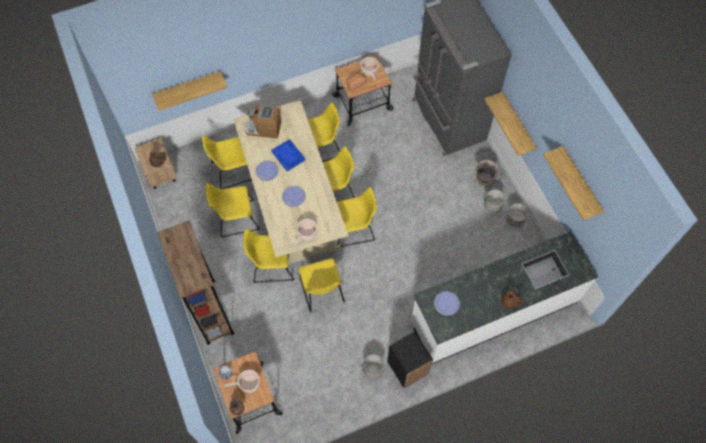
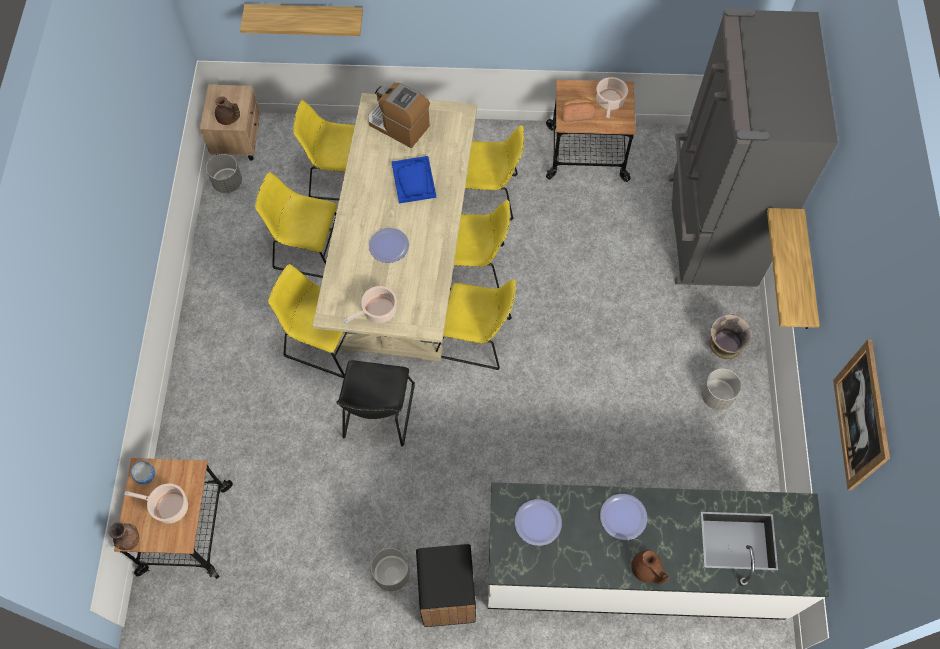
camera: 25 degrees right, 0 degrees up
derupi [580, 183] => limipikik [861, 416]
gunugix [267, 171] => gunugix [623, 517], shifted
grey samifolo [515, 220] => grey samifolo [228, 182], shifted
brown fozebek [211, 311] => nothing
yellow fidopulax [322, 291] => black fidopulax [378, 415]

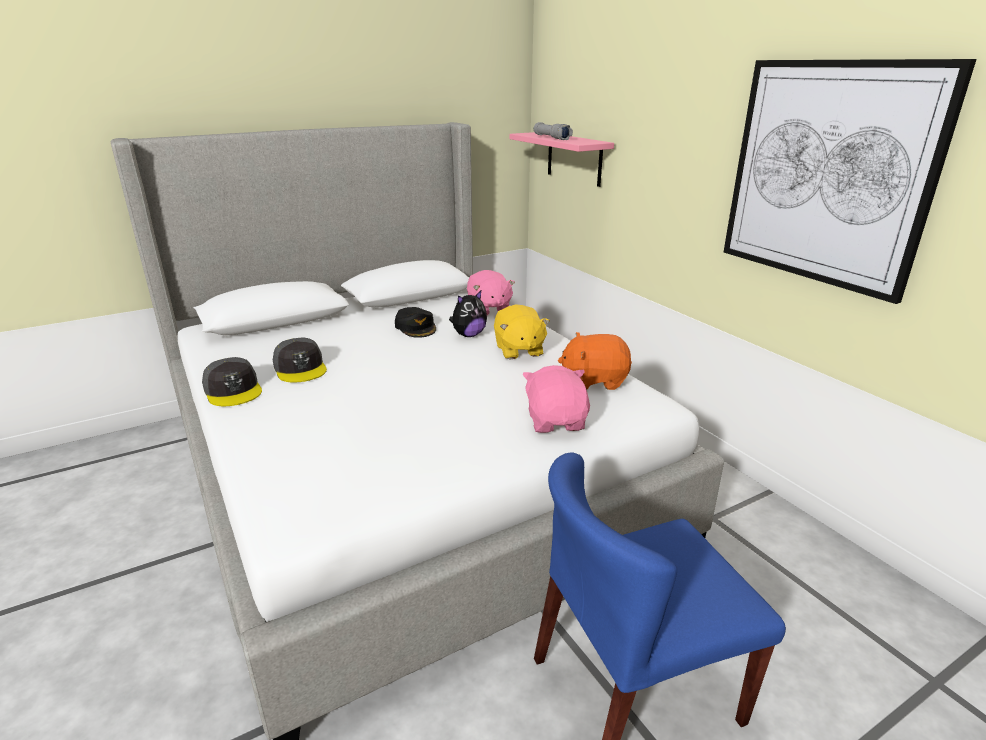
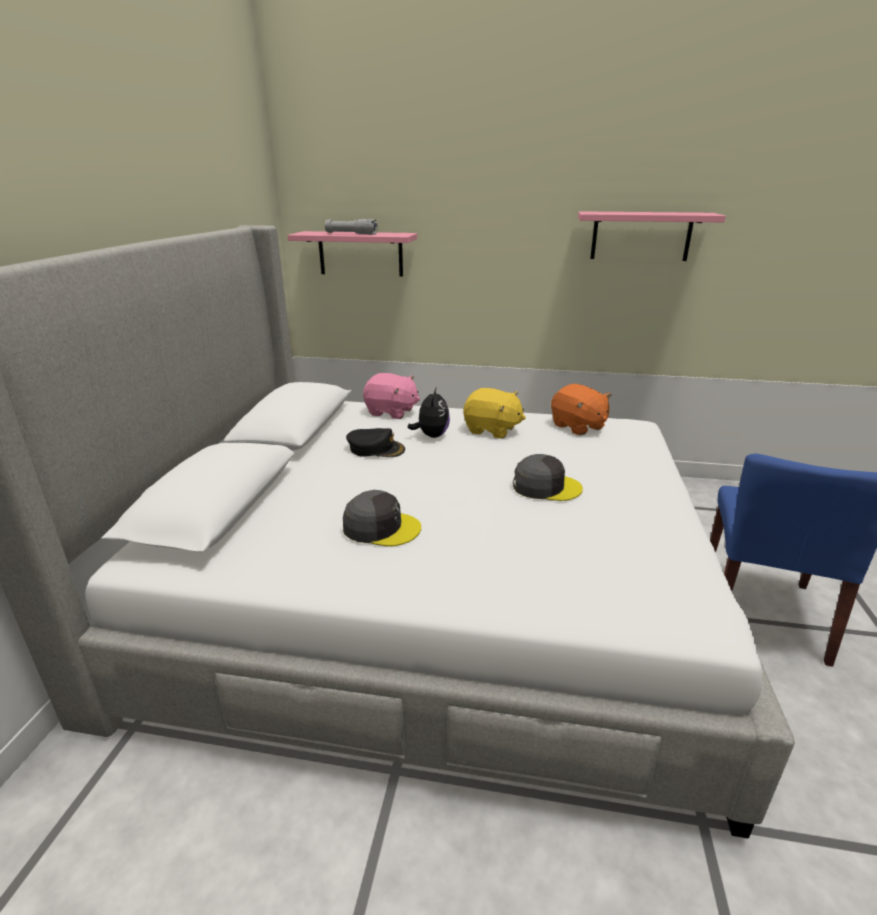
camera: 50 degrees left, 0 degrees up
limipikik [827, 174] => pink derupi [641, 236]
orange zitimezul [595, 380] => orange zitimezul [578, 426], 75 degrees counterclockwise
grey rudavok [233, 390] => grey rudavok [545, 486], shifted
pink zitimezul [556, 421] => nothing

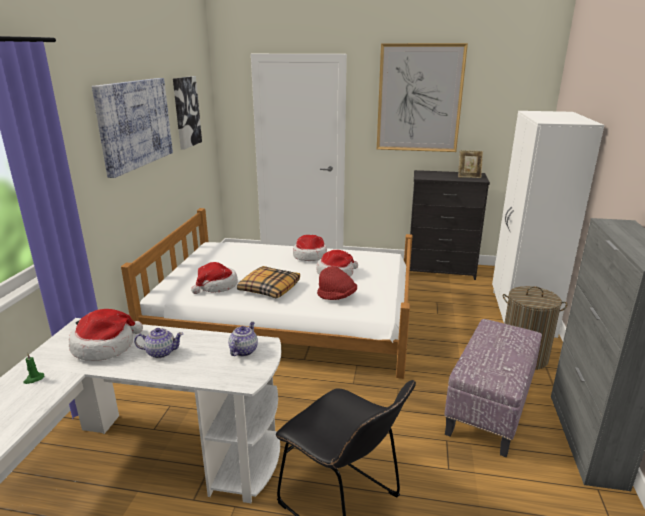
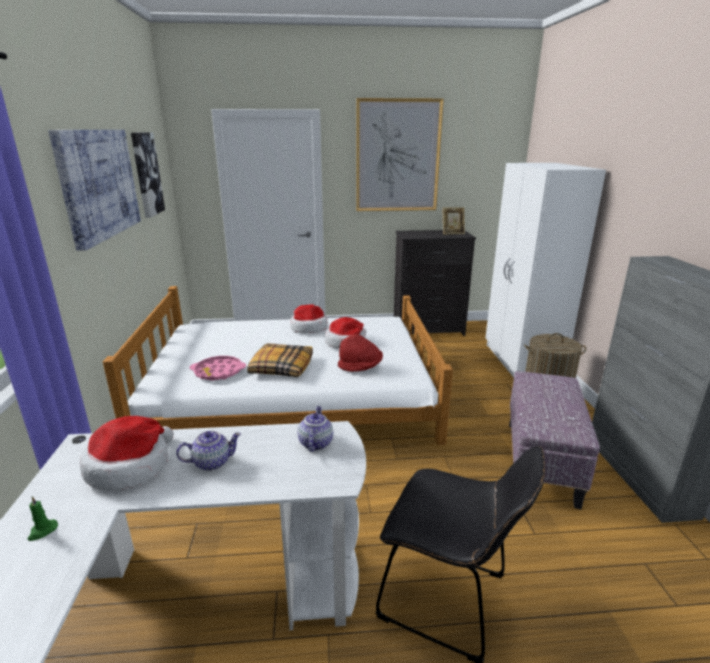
camera: 15 degrees left, 0 degrees up
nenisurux [216, 286] => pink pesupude [218, 372]

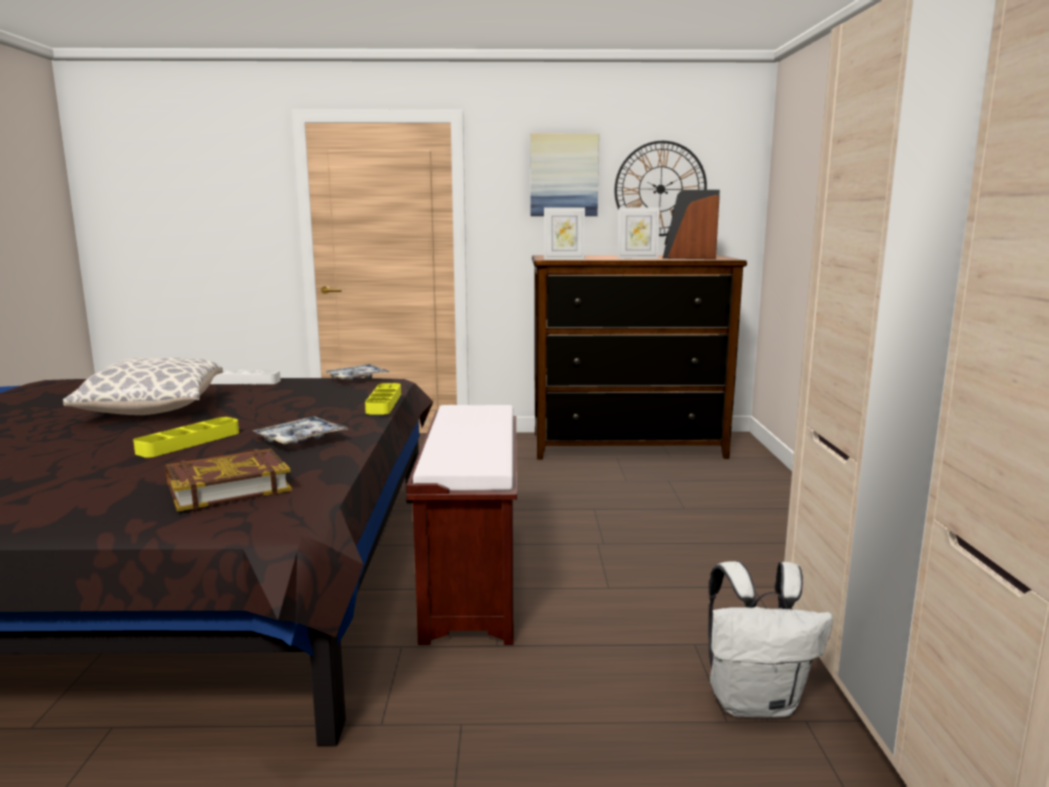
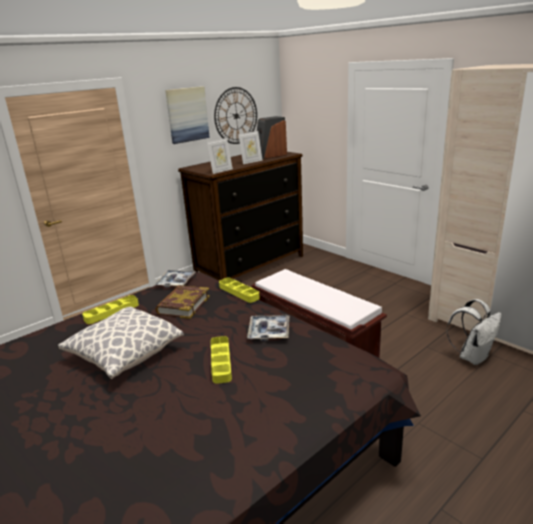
camera: 40 degrees left, 10 degrees up
white pesupude [241, 382] => yellow pesupude [111, 312]
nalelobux [228, 487] => nalelobux [183, 305], shifted

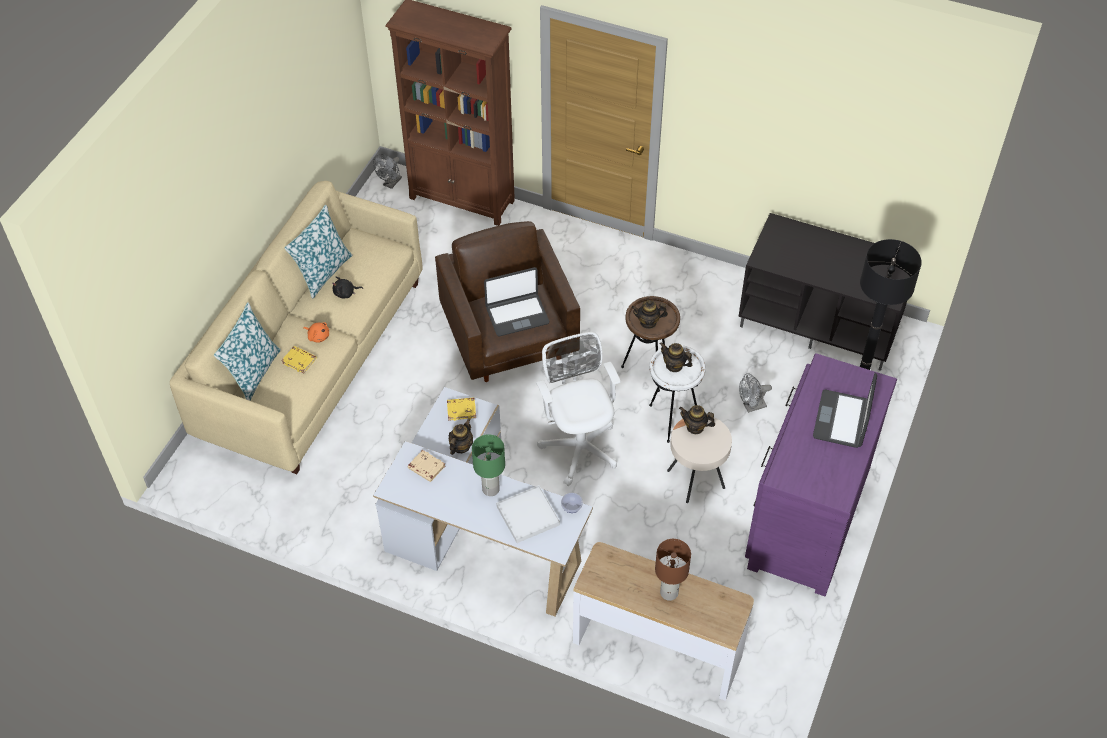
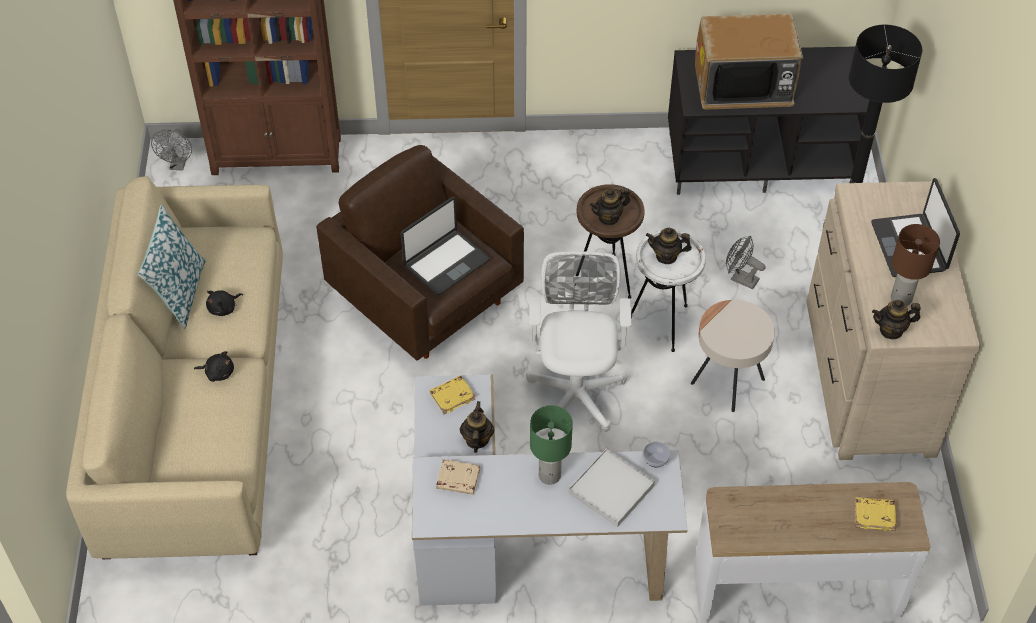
camera: 25 degrees left, 0 degrees up
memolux [253, 372] => nothing
orange zitimezul [318, 336] => black zitimezul [218, 372]
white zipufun [579, 445] => white zipufun [576, 391], 45 degrees clockwise
yellow nalelobux [300, 361] => yellow nalelobux [875, 515], shifted
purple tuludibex [806, 516] => beige tuludibex [867, 377]
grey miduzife [751, 407] => grey miduzife [740, 278], 75 degrees clockwise
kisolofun [695, 427] => kisolofun [891, 330], shifted
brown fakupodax [669, 592] => brown fakupodax [901, 298], shifted
nothing => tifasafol [743, 85]

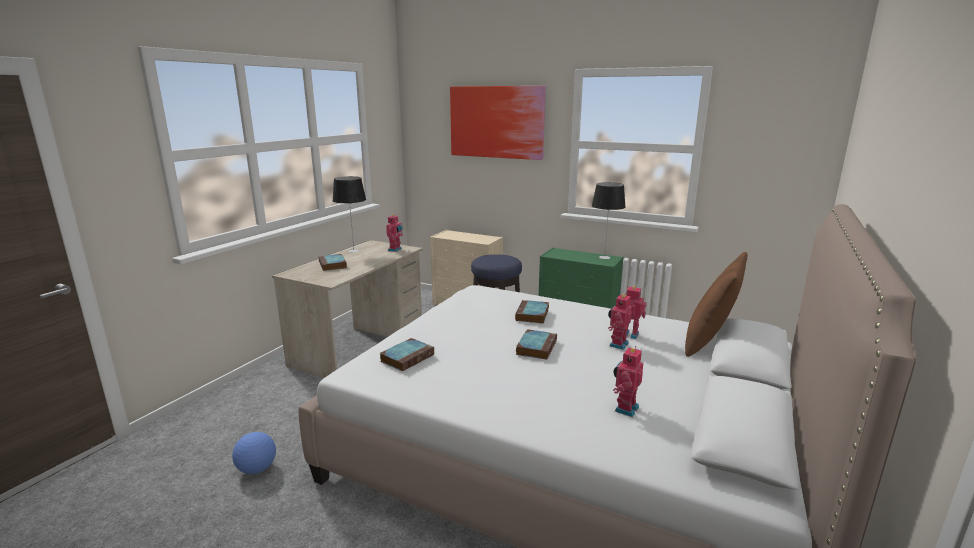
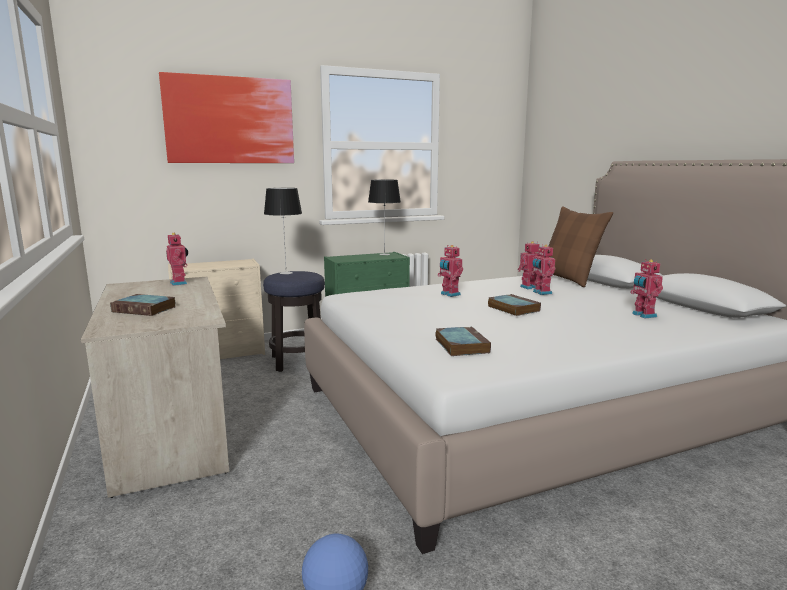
camera: 50 degrees left, 5 degrees down
fakupodax [353, 251] => fakupodax [286, 273], shifted
nalelobux [532, 315] => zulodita [449, 294]

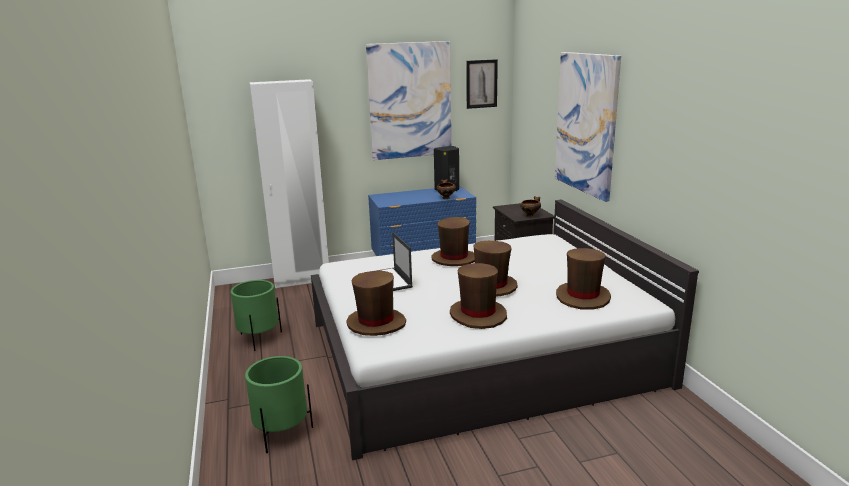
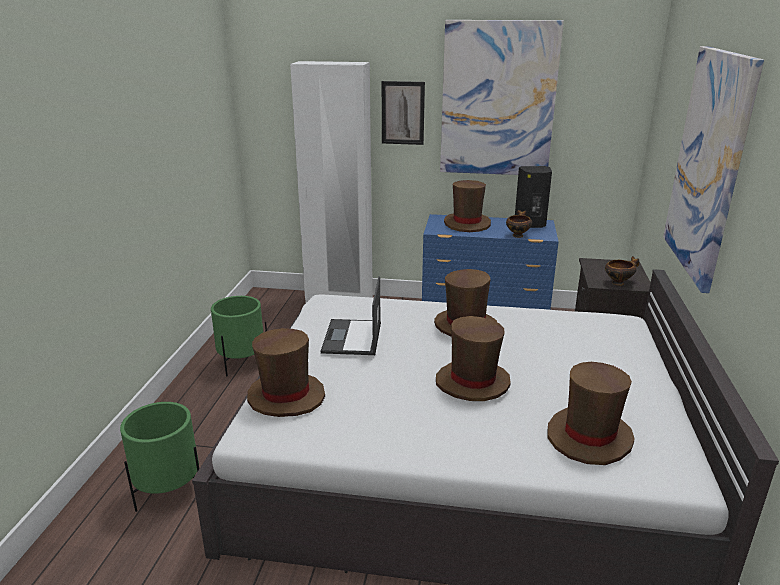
camera: 25 degrees right, 5 degrees up
limipikik [481, 84] => limipikik [403, 113], shifted
brown nenisurux [478, 315] => brown nenisurux [467, 224], shifted

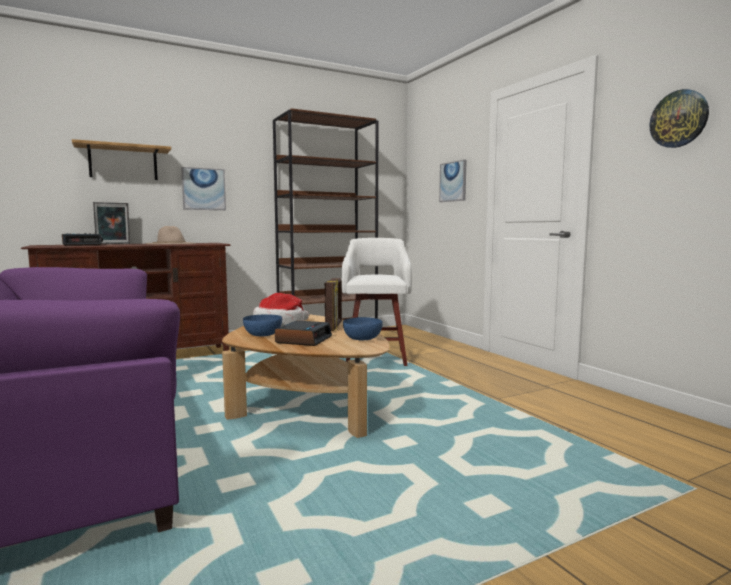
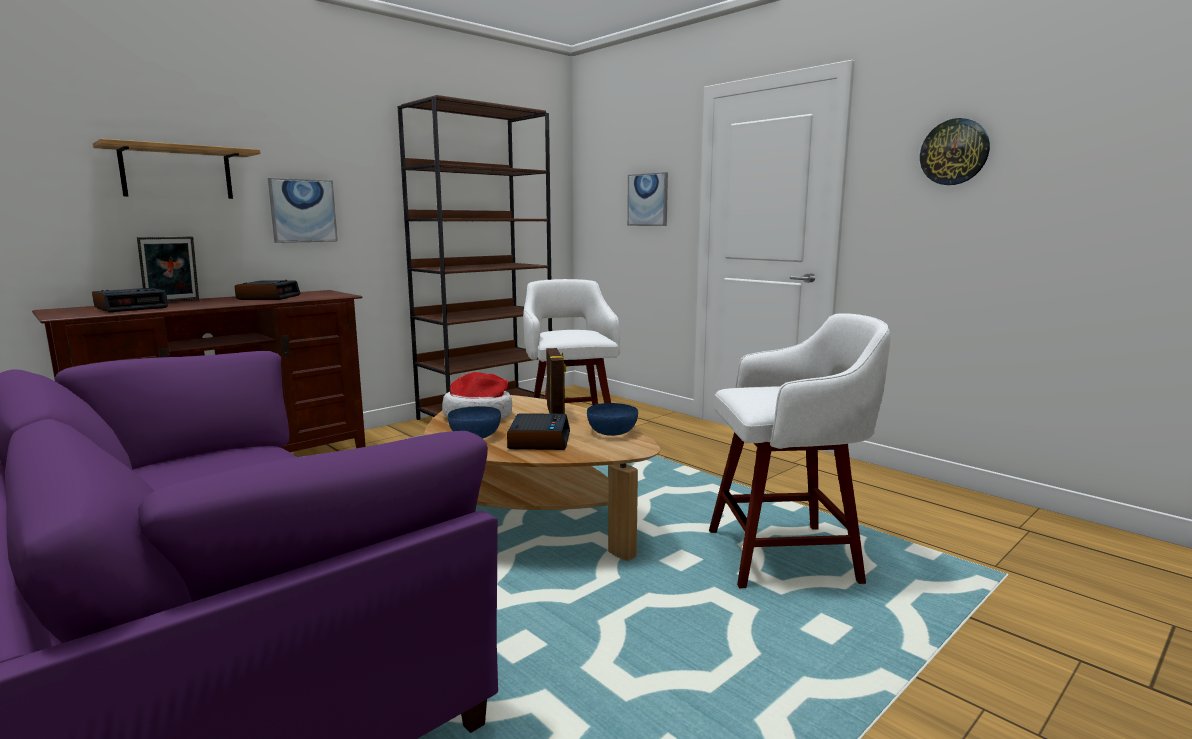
camera: 15 degrees left, 5 degrees up
beige nenisurux [171, 243] => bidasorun [268, 297]
nothing => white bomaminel [787, 556]

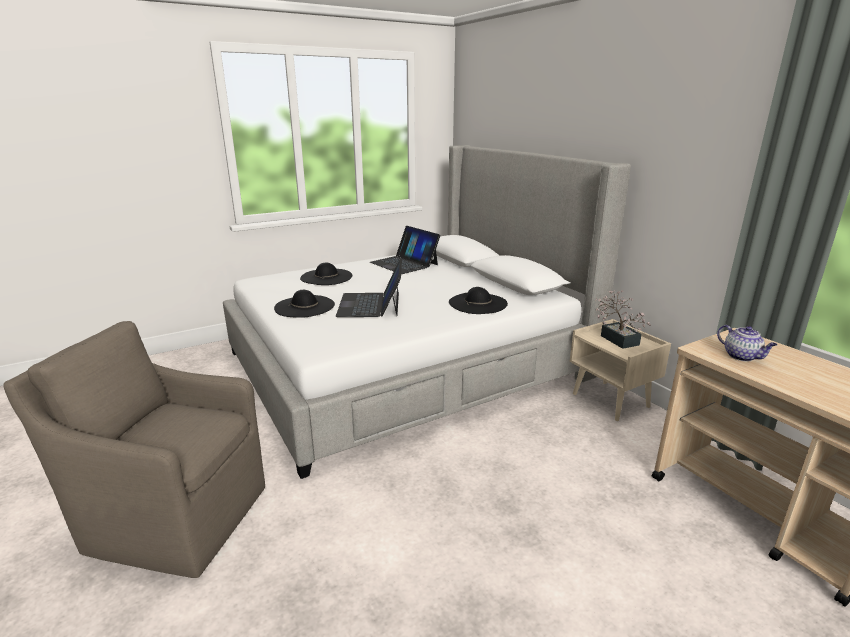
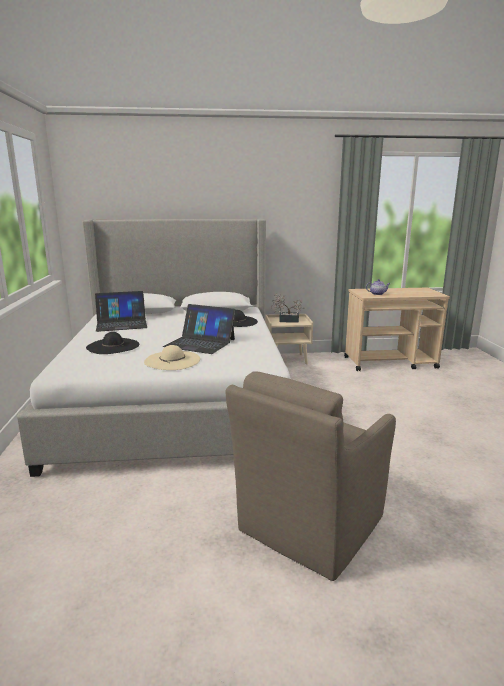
camera: 65 degrees left, 5 degrees down
black nenisurux [305, 306] => beige nenisurux [172, 360]

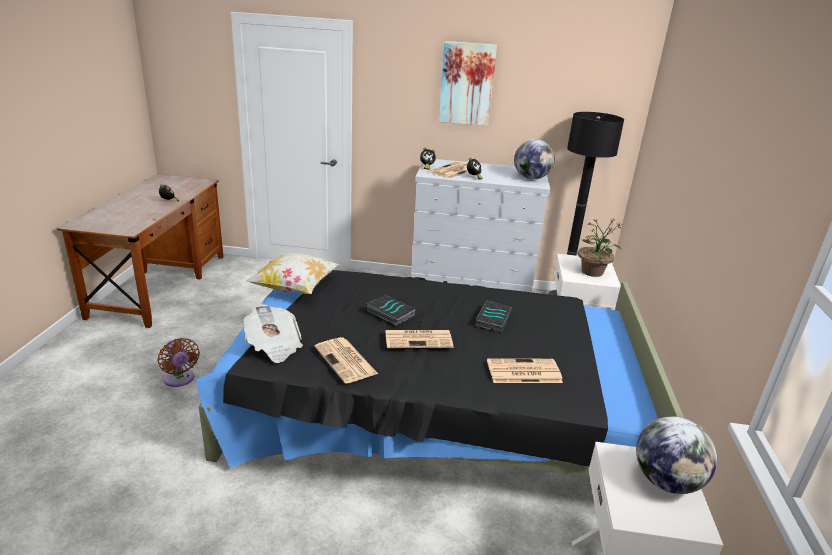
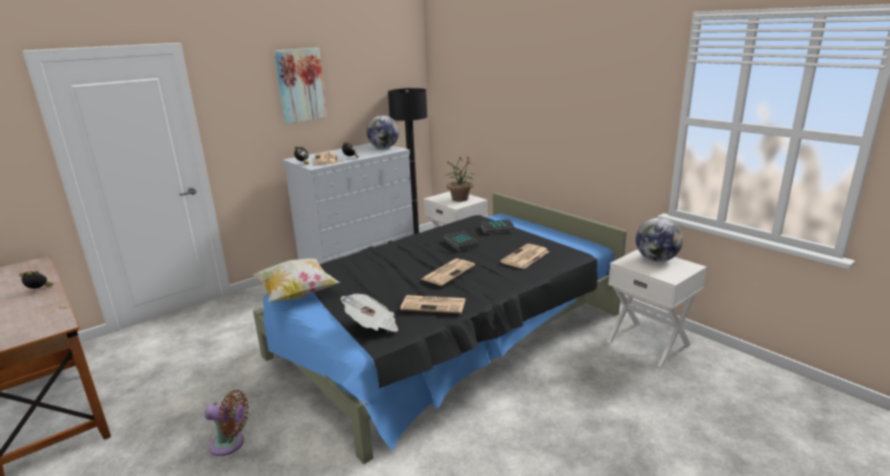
camera: 45 degrees left, 5 degrees down
nalelobux [389, 313] => nalelobux [496, 229], shifted

